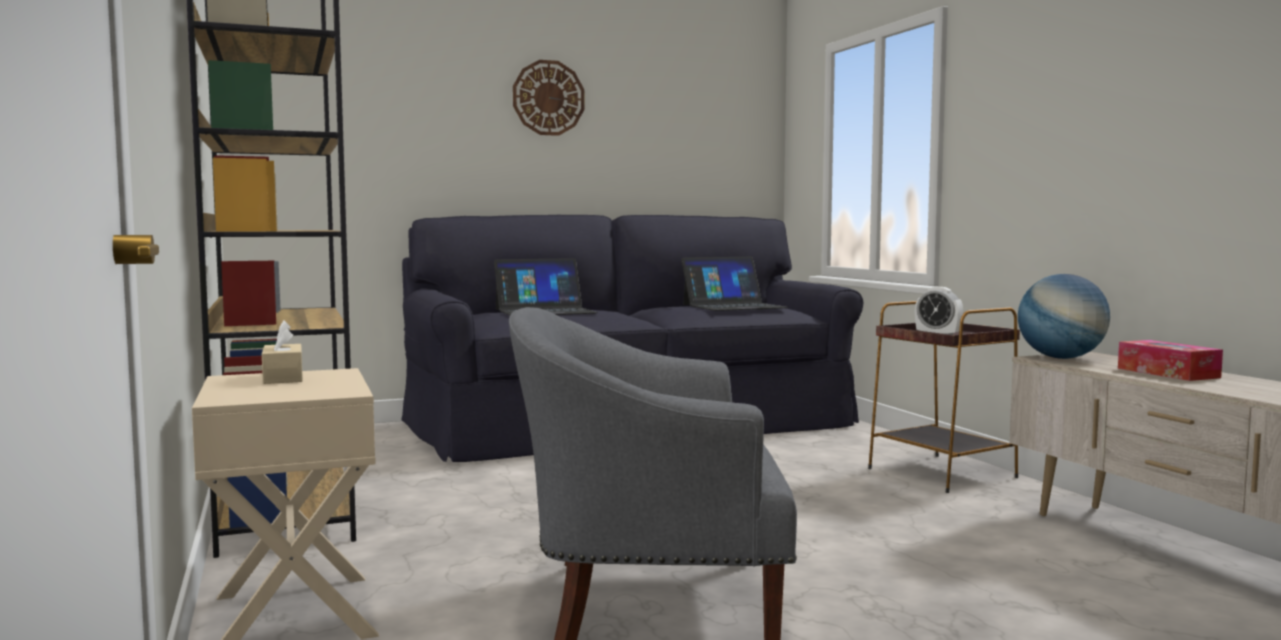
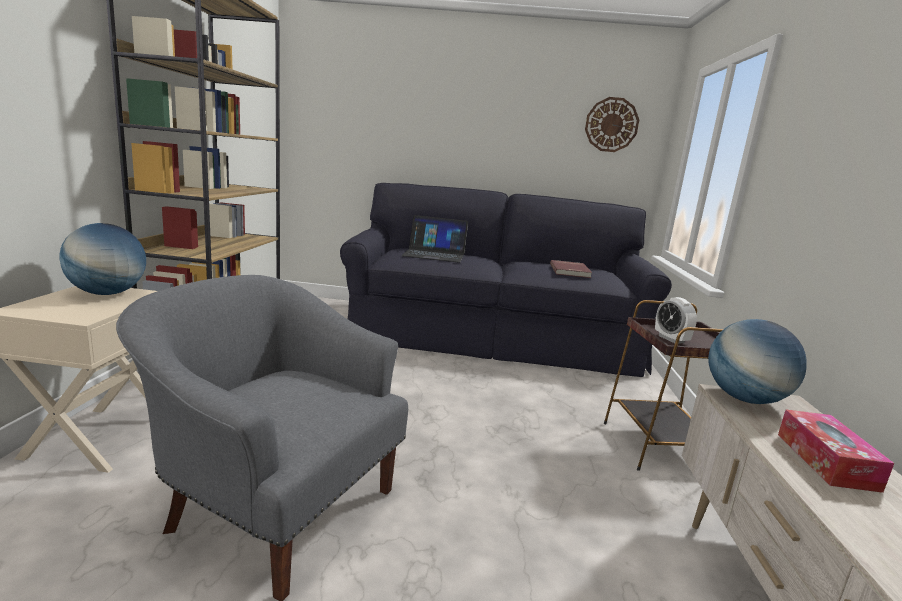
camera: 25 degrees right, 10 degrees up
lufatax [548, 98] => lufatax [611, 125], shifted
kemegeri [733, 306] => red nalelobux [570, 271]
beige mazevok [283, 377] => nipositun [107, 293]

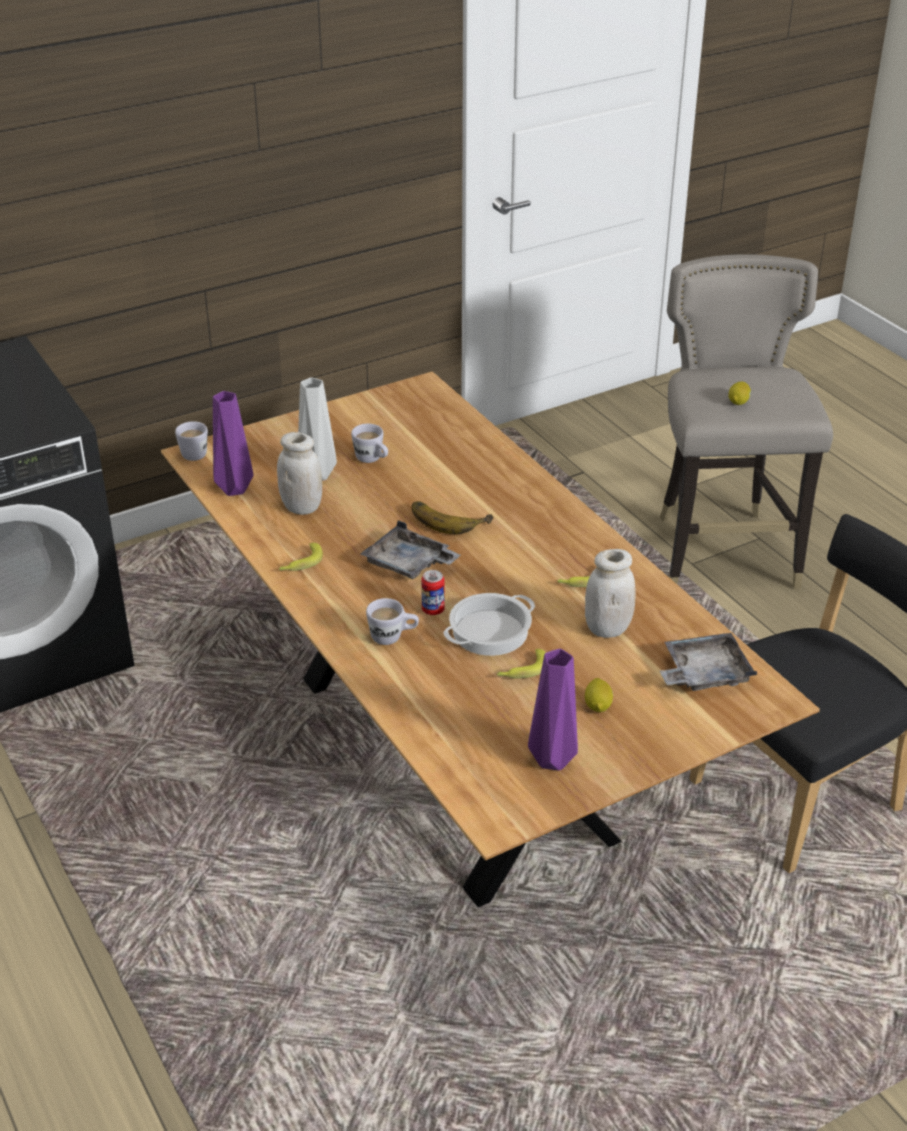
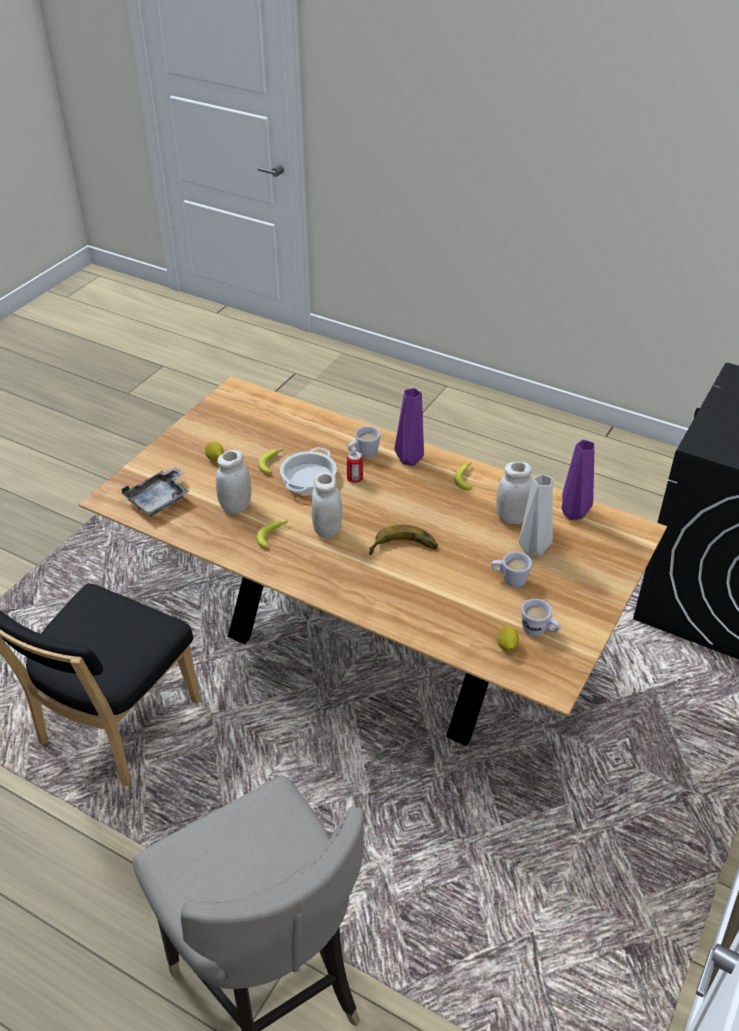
camera: 150 degrees right, 5 degrees up
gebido [738, 402] => gebido [506, 646], shifted
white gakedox [192, 452] => white gakedox [539, 631], shifted
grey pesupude [409, 564] => nothing
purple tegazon [551, 758] => purple tegazon [411, 460], shifted
nothing => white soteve [327, 530]

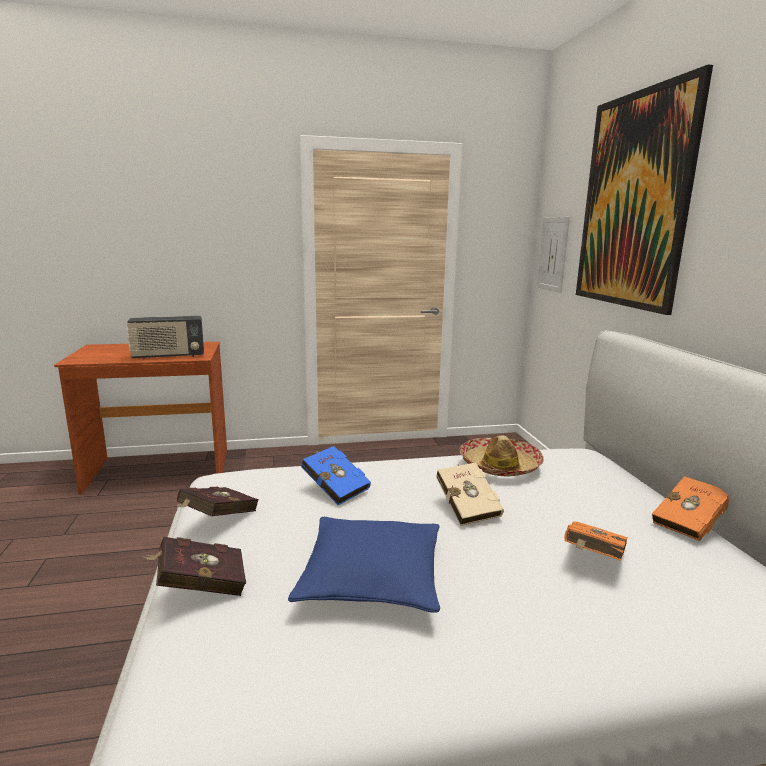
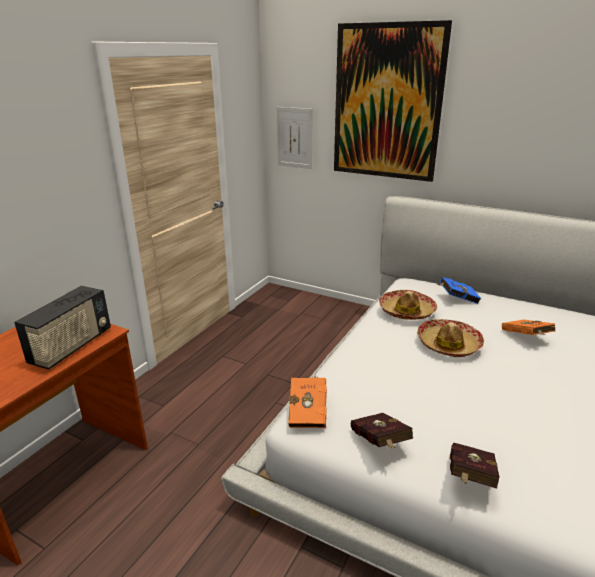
camera: 50 degrees left, 10 degrees up
blue nalelobux [334, 488] => blue nalelobux [456, 299], shifted
beige nalelobux [467, 507] => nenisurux [448, 344]
orange nalelobux [691, 523] => orange nalelobux [308, 412], shifted
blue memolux [371, 577] => nothing

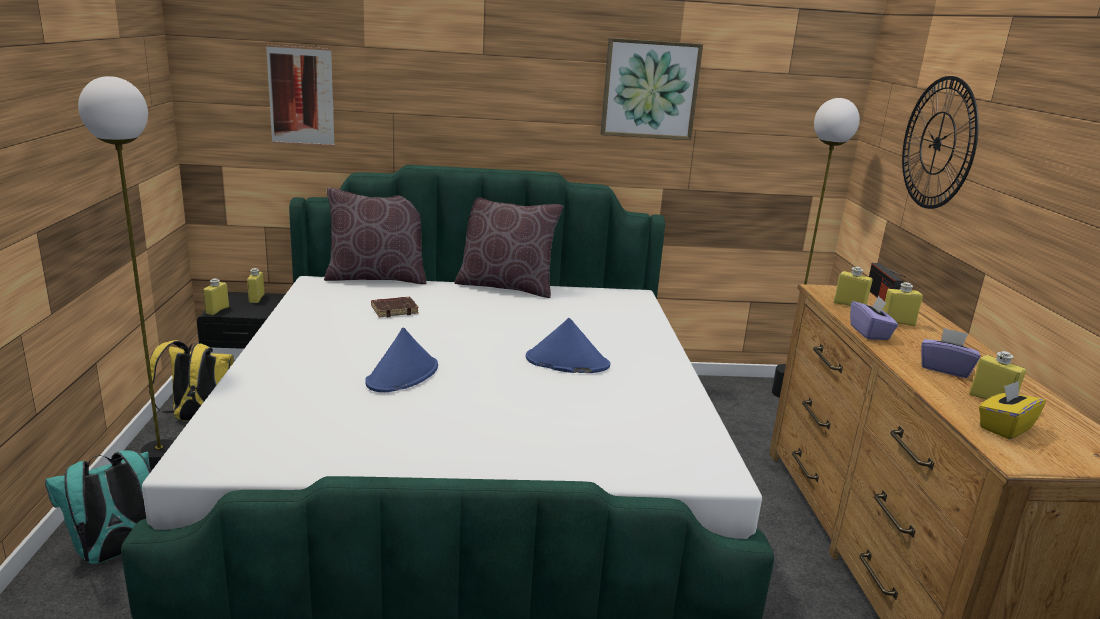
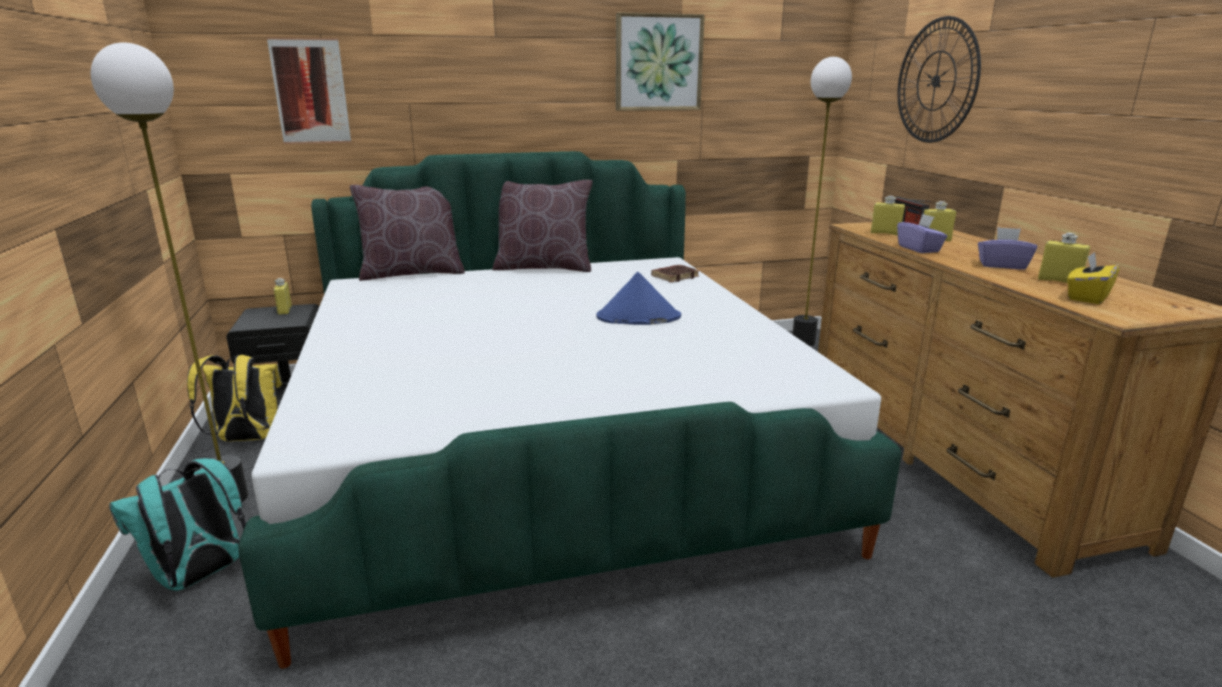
camera: 10 degrees left, 0 degrees up
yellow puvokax [217, 310] => nothing
brown nalelobux [394, 310] => brown nalelobux [674, 276], shifted
blue nenisurux [403, 375] => nothing

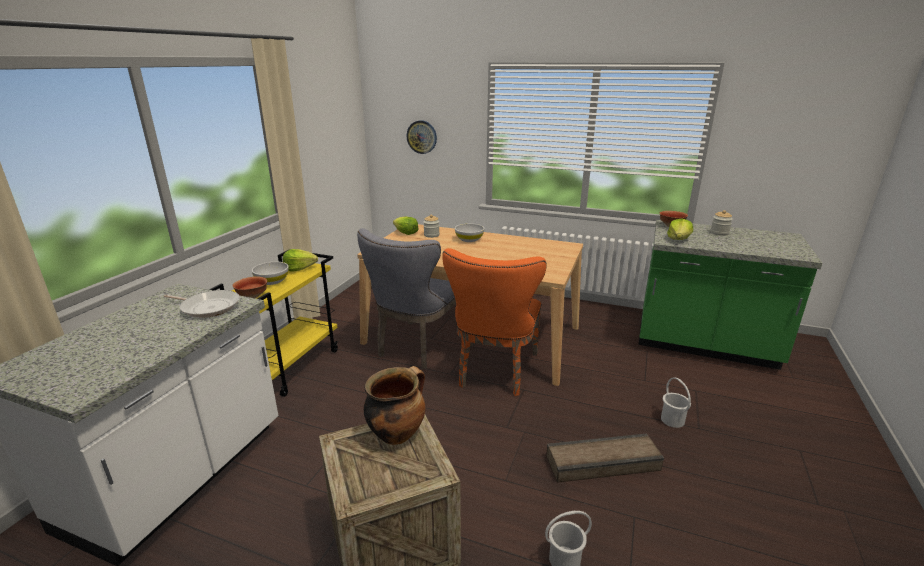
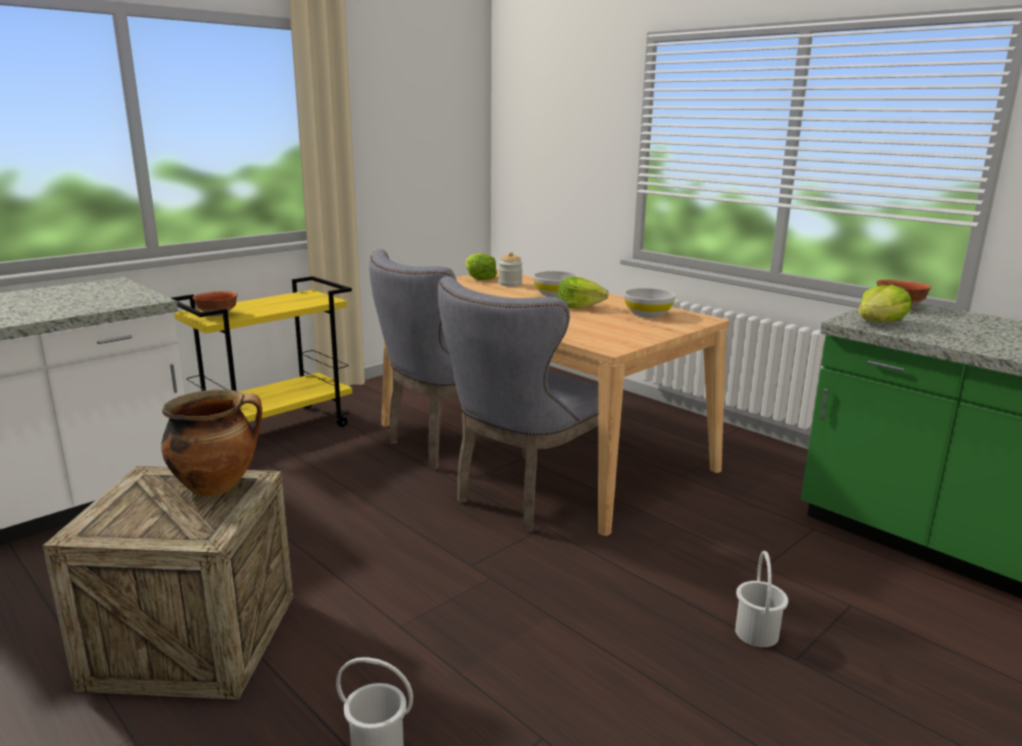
camera: 25 degrees right, 5 degrees down
lufatax [422, 137] => nothing
soteve [719, 233] => nothing
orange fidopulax [495, 372] => grey fidopulax [526, 497]
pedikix [299, 268] => pedikix [579, 307], shifted
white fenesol [272, 281] => white fenesol [648, 314], shifted
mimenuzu [208, 307] => nothing
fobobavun [601, 462] => nothing

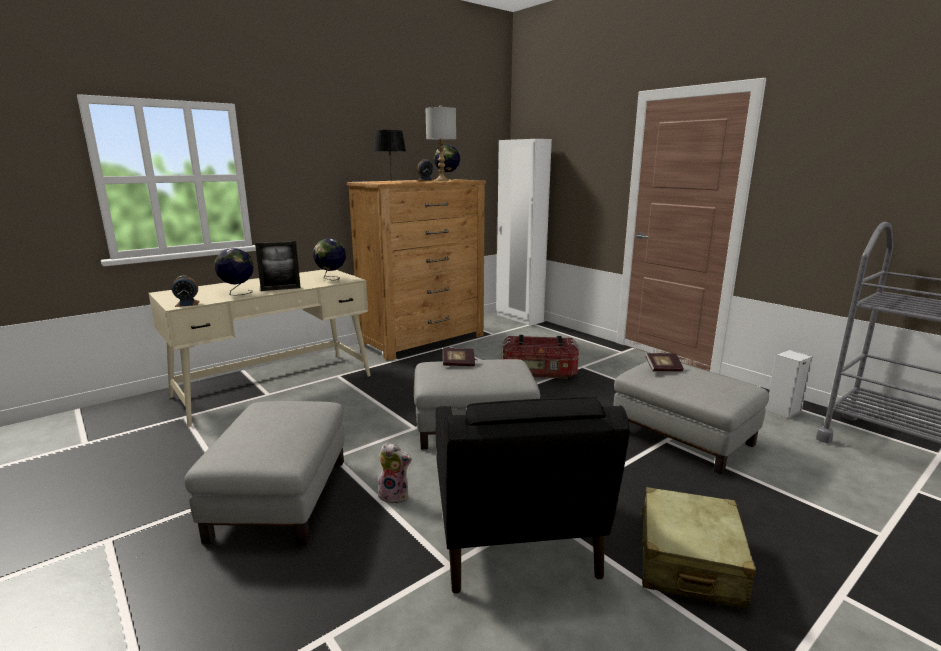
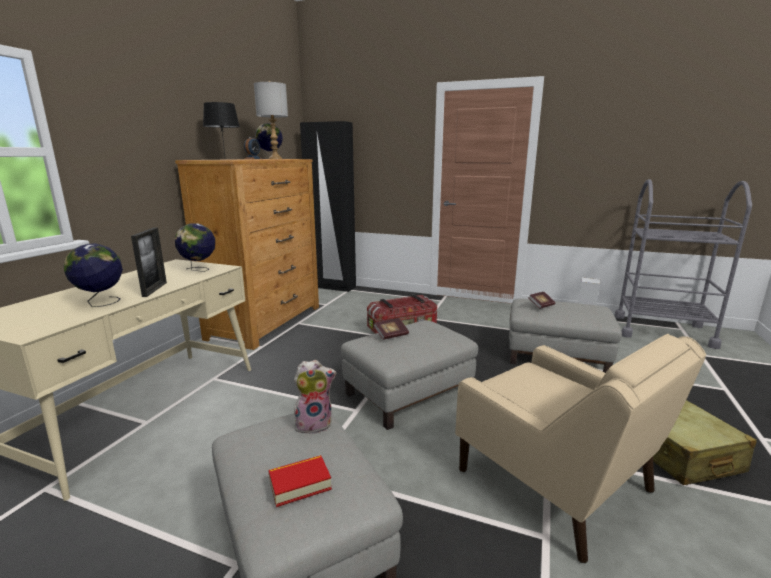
camera: 30 degrees left, 0 degrees up
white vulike [519, 318] => black vulike [332, 287]
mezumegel [280, 289] => mezumegel [155, 289], 45 degrees counterclockwise
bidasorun [187, 304] => nothing
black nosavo [513, 536] => beige nosavo [556, 483]
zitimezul [395, 495] => zitimezul [314, 424], shifted
nothing => nalelobux [300, 484]

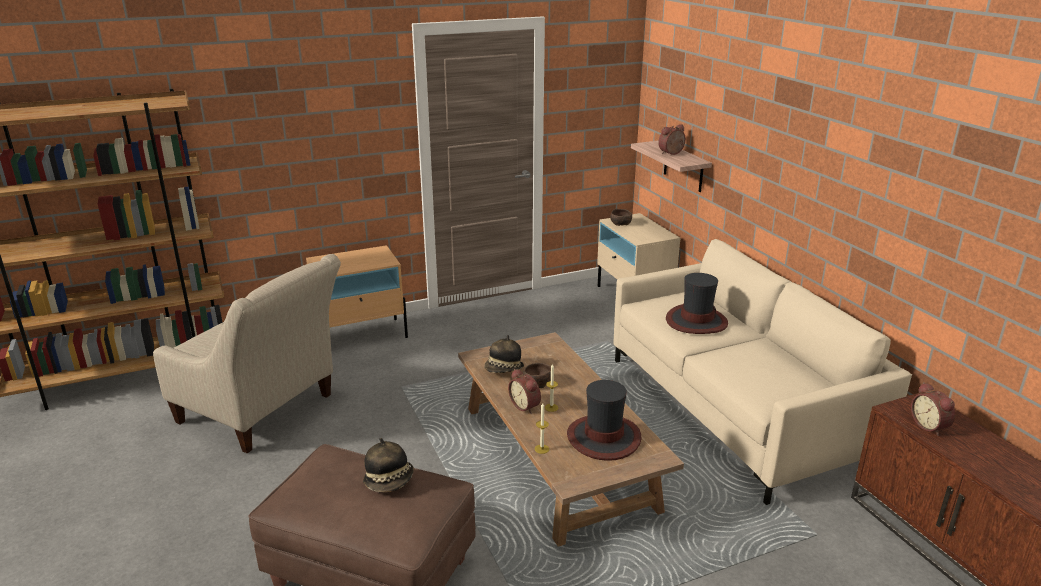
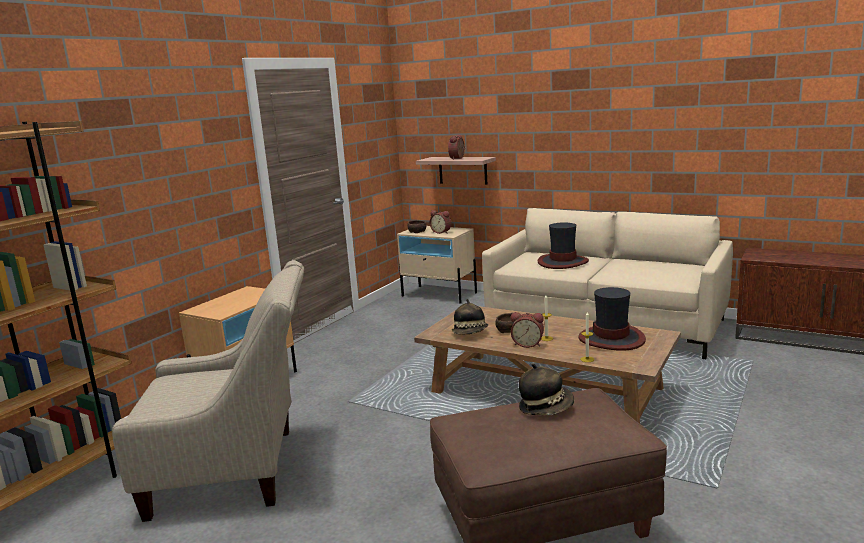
camera: 35 degrees left, 10 degrees down
bidasorun [930, 426] => bidasorun [441, 232], shifted

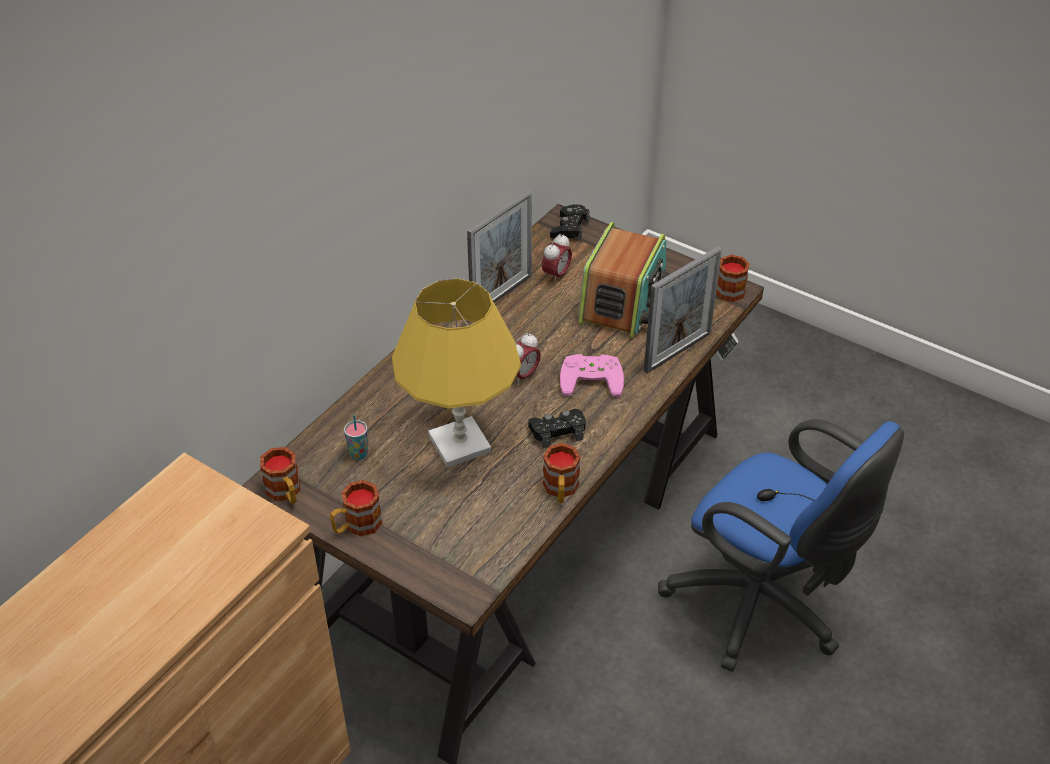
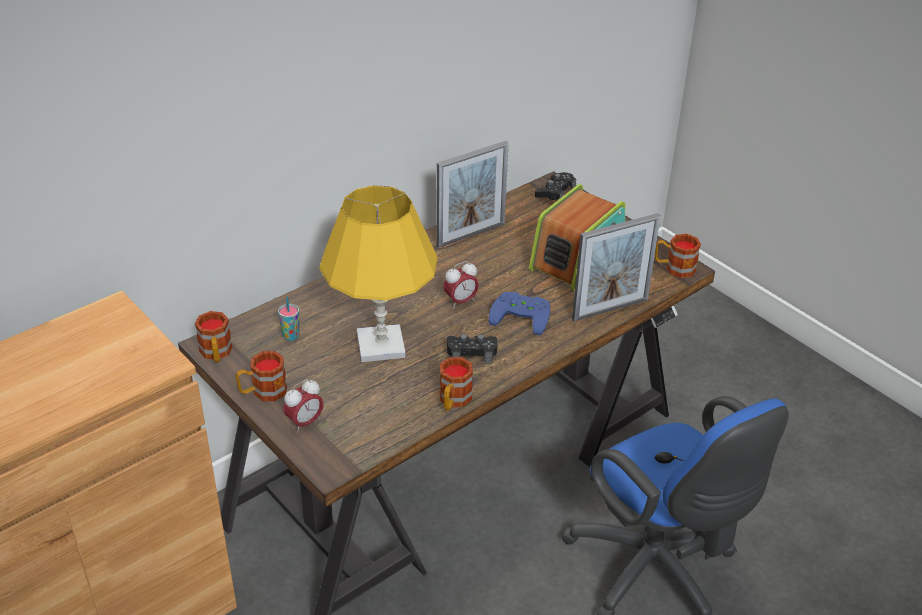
camera: 15 degrees right, 5 degrees down
bidasorun [556, 275] => bidasorun [305, 422], shifted
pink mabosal [591, 377] => blue mabosal [522, 315]

